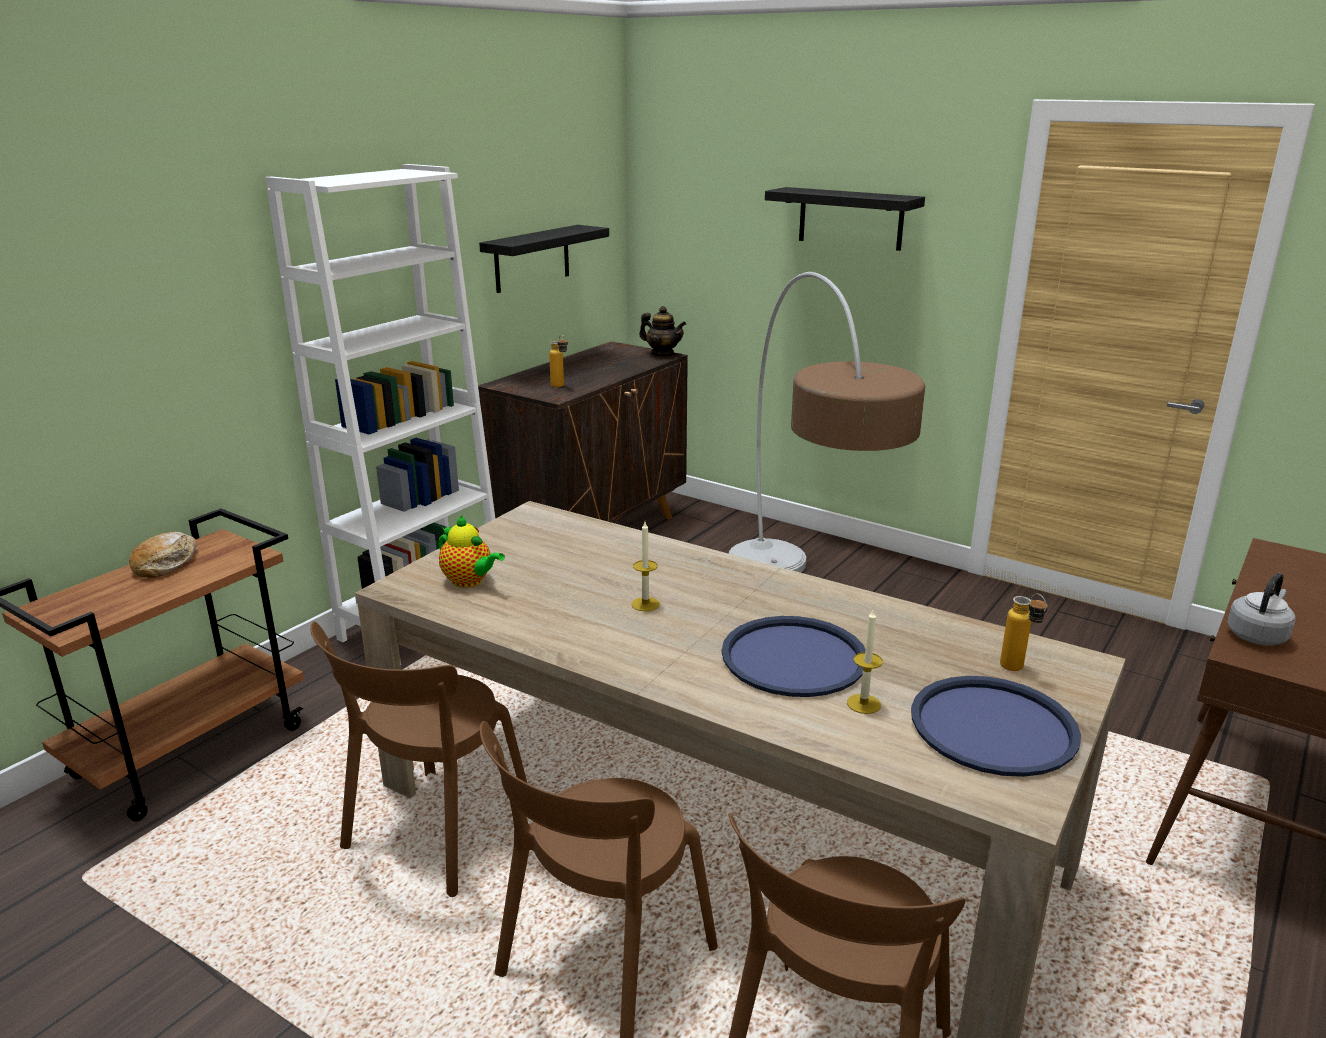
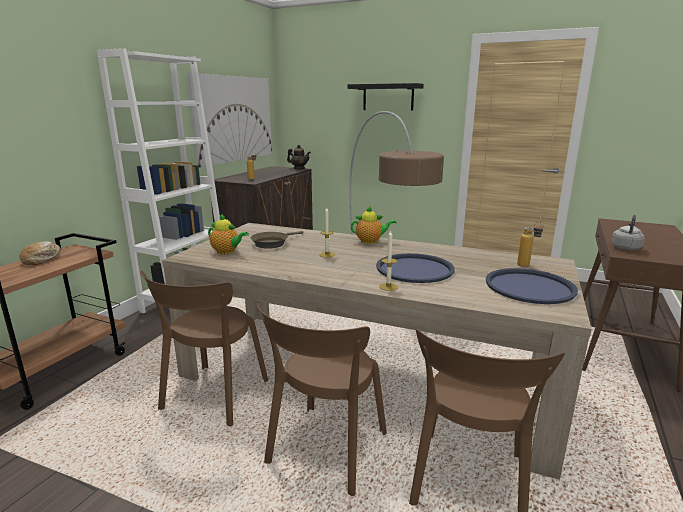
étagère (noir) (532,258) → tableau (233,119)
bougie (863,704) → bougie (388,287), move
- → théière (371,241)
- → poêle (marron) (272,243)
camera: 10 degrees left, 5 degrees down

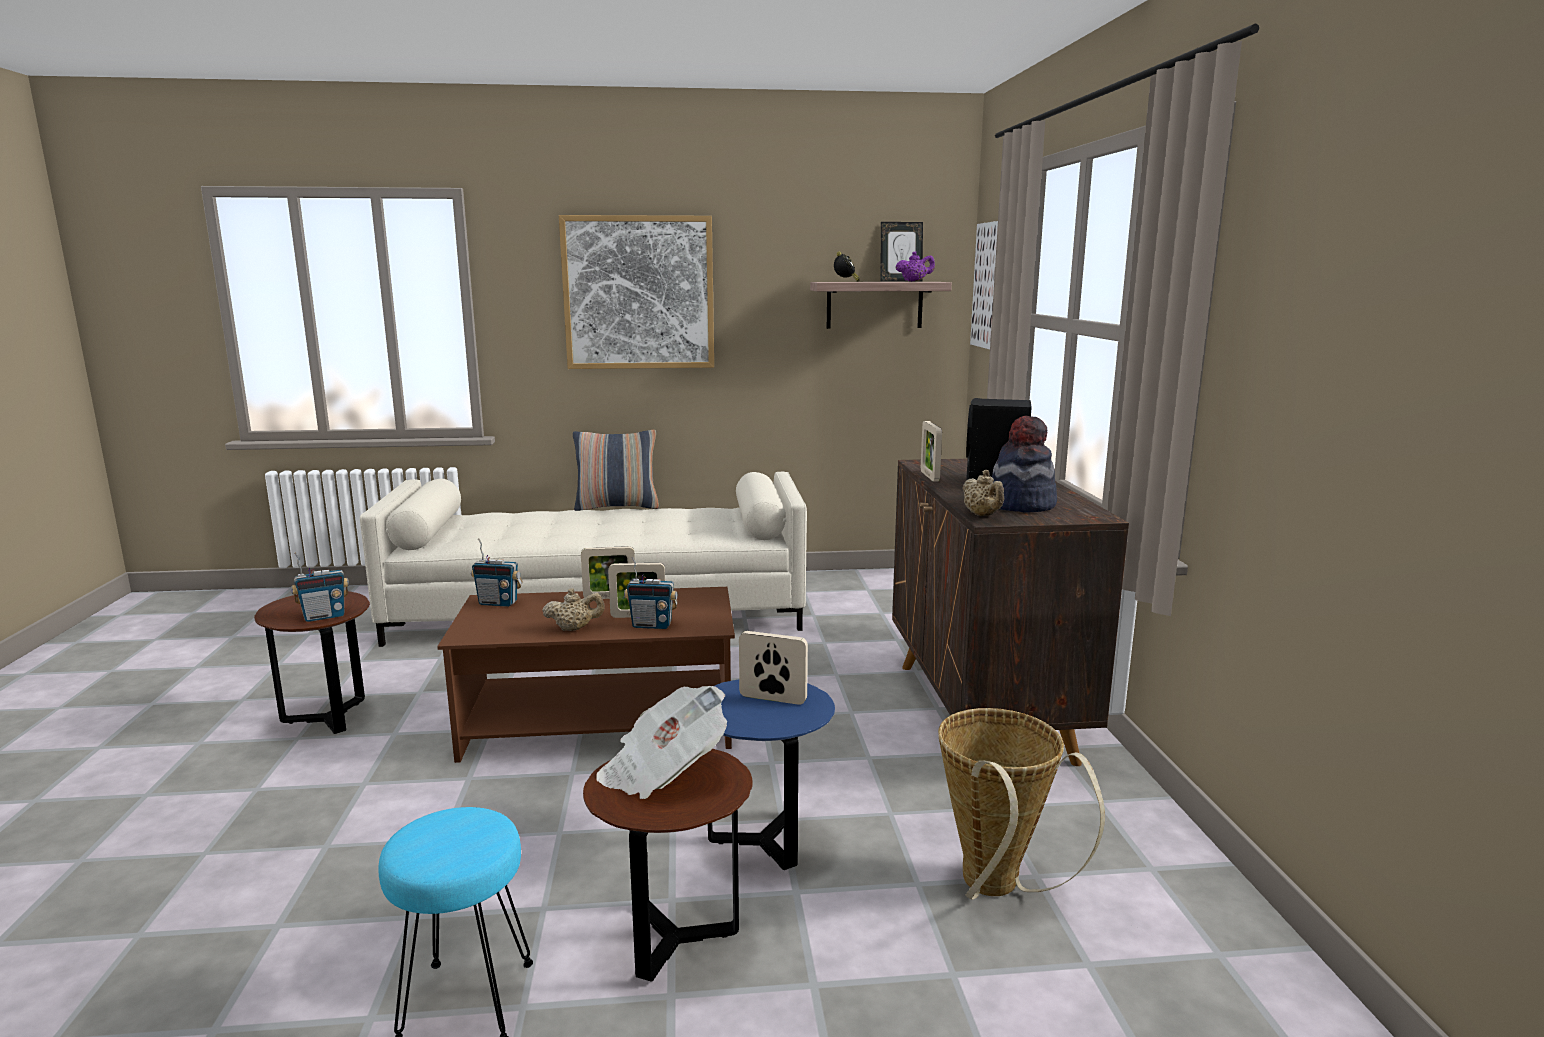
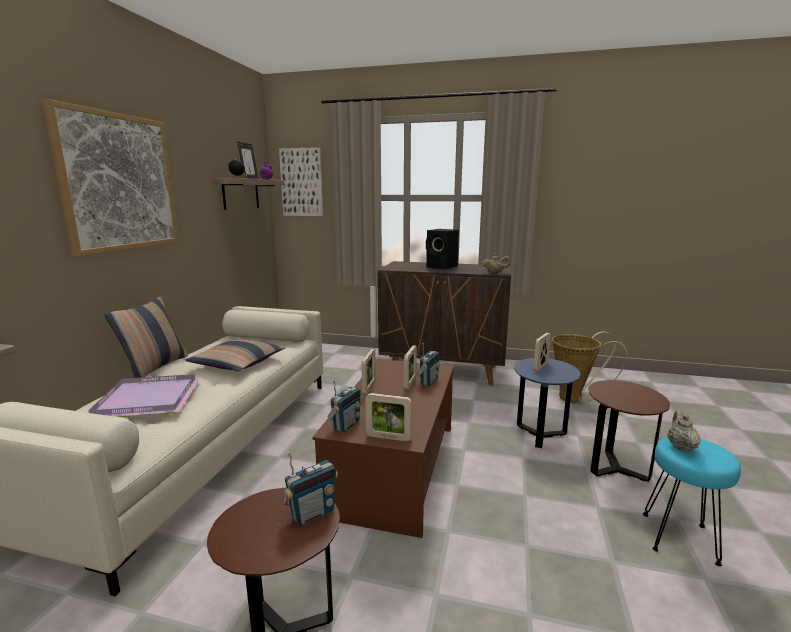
chapeau (1020,505) → -
cadre photo (929,476) → cadre photo (388,437), move
radio (324,616) → radio (312,513), 60 degrees clockwise
théière (beige) (574,628) → théière (beige) (680,446), move
journal (663,771) → -
- → coussin (238,363)
- → plateau (violet) (146,399)
camera: 70 degrees left, 0 degrees up

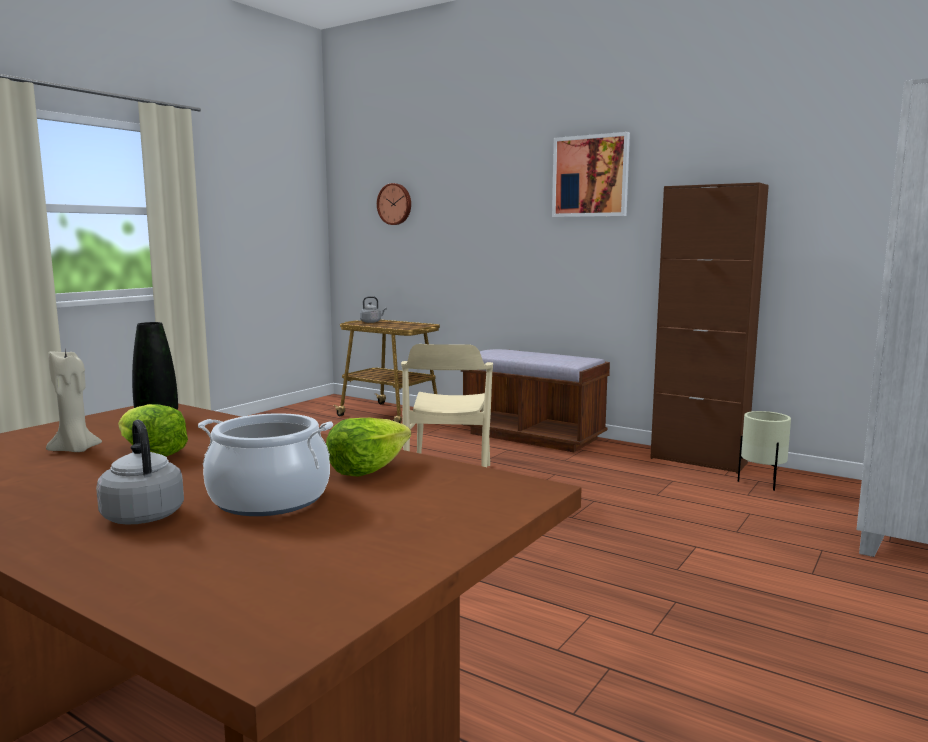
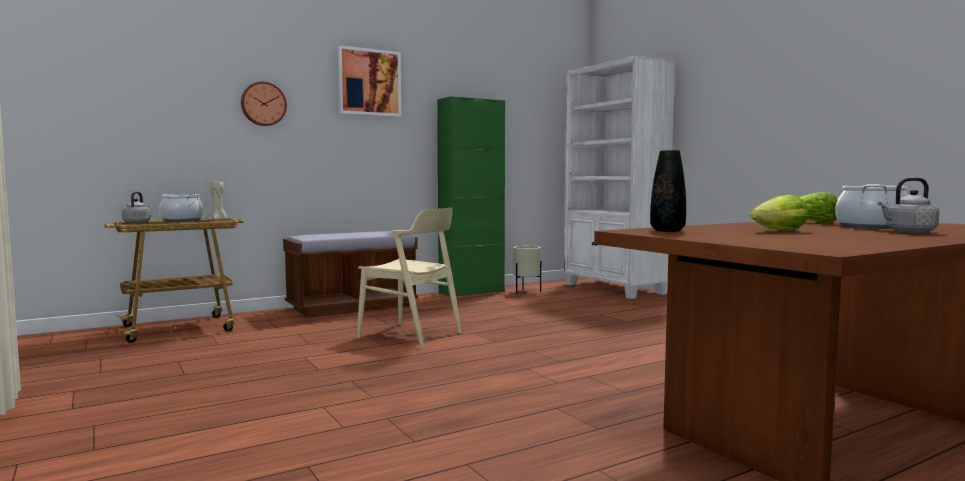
meuble de rangement (marron) (698,461) → meuble de rangement (vert) (471,292)
horloge murale (395,204) → horloge murale (263,104), move
bougie (beige) (75,450) → bougie (beige) (218,220), move
- → marmite (182,220)
camera: 65 degrees left, 5 degrees down

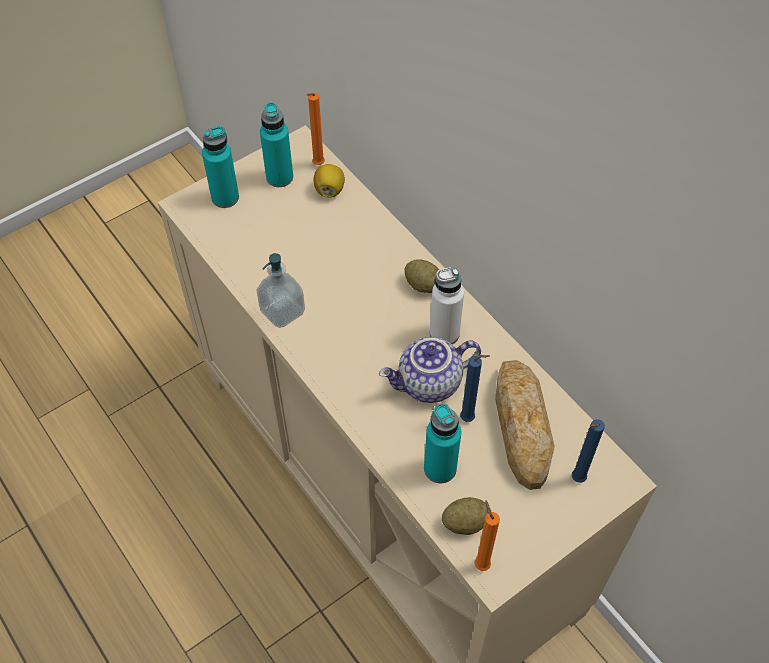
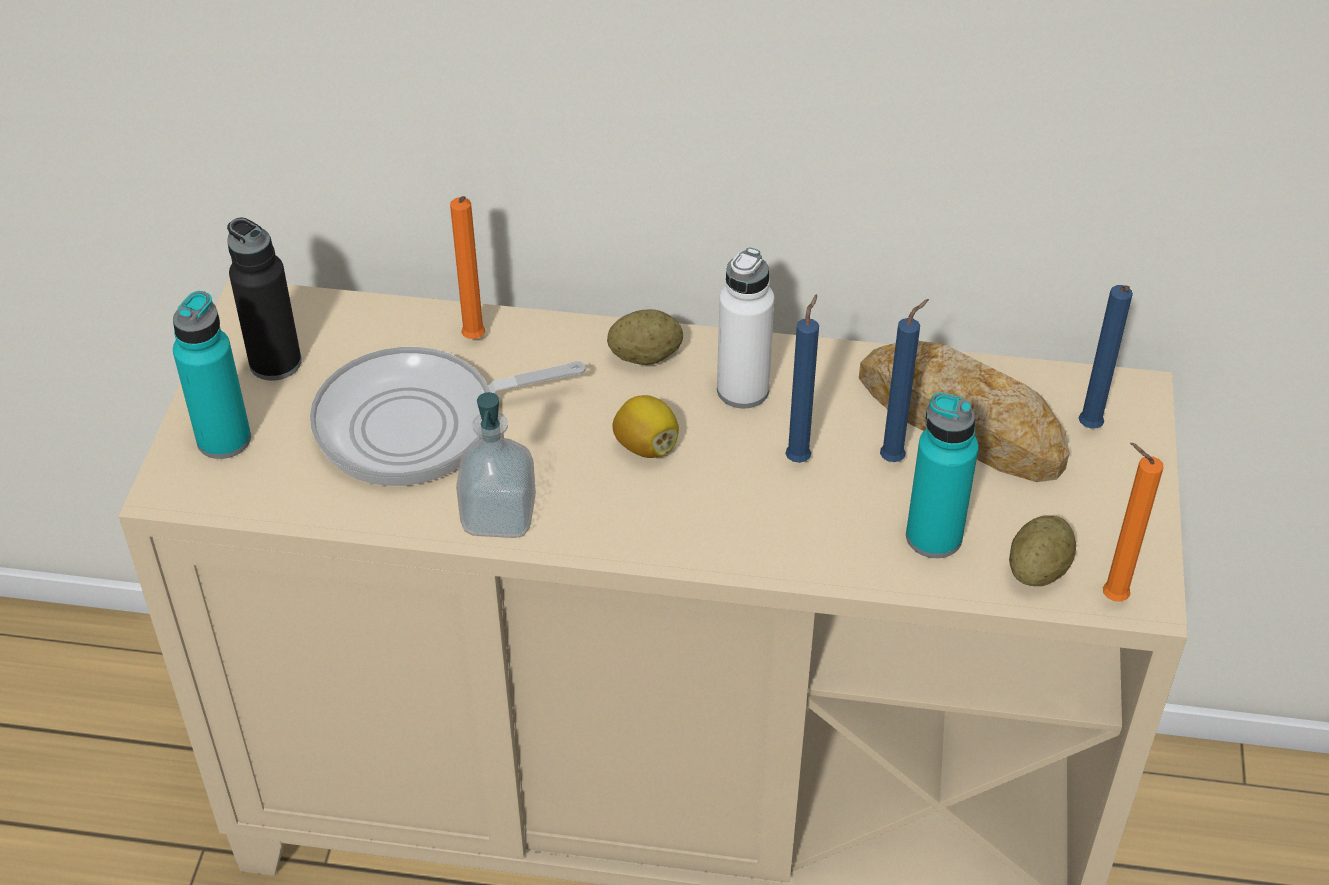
bougie (orange) (317,165) → bougie (orange) (474,341), move
bouteille (turquoise) (279,177) → bouteille (noir) (275,363)
citron (329,190) → citron (646,446), move
théière (429,384) → bougie (bleu) (799,458)
- → poêle (418,424)
camera: 45 degrees left, 10 degrees down

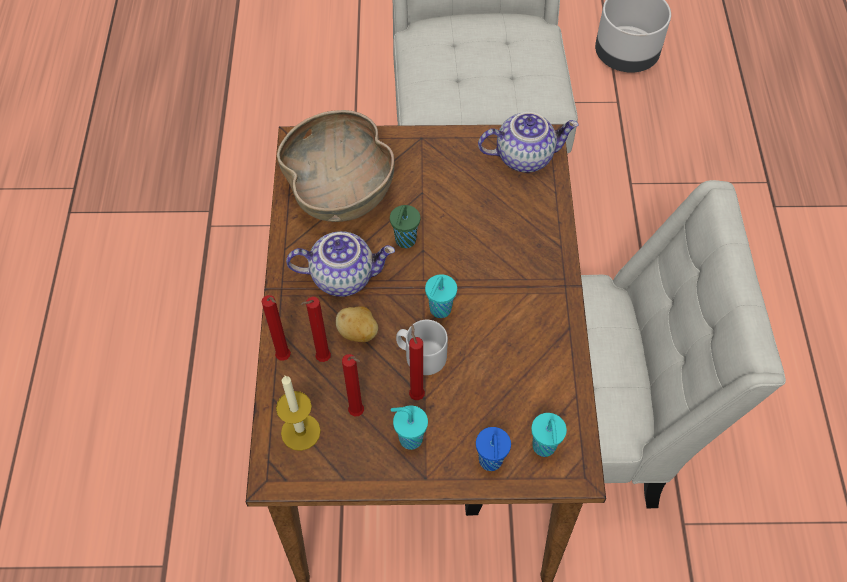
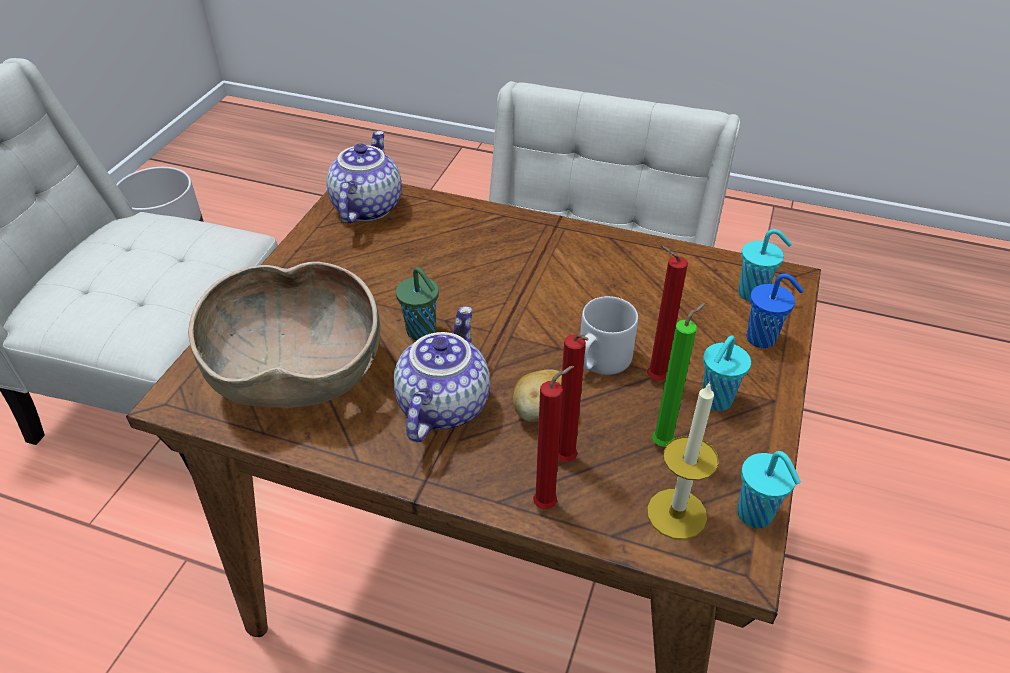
tasse (turquoise) (439,310) → tasse (turquoise) (756,516), move
bougie (rouge) (358,413) → bougie (vert) (665,442)
camera: 70 degrees left, 15 degrees down

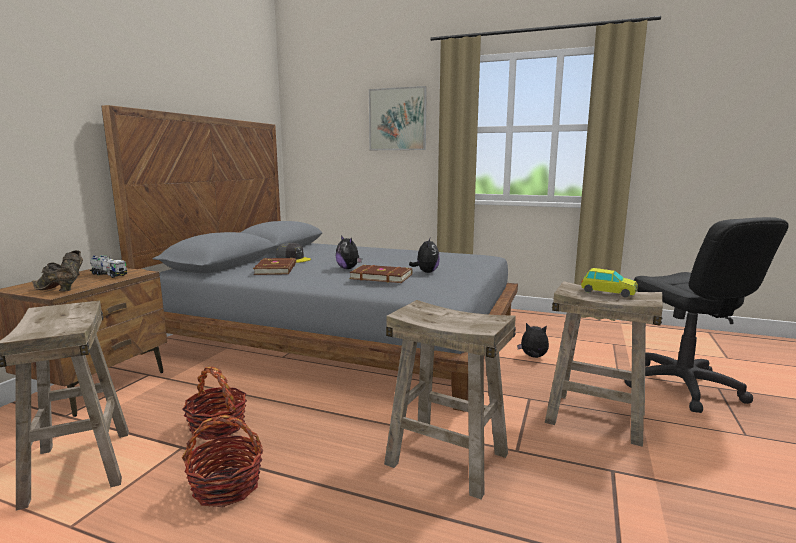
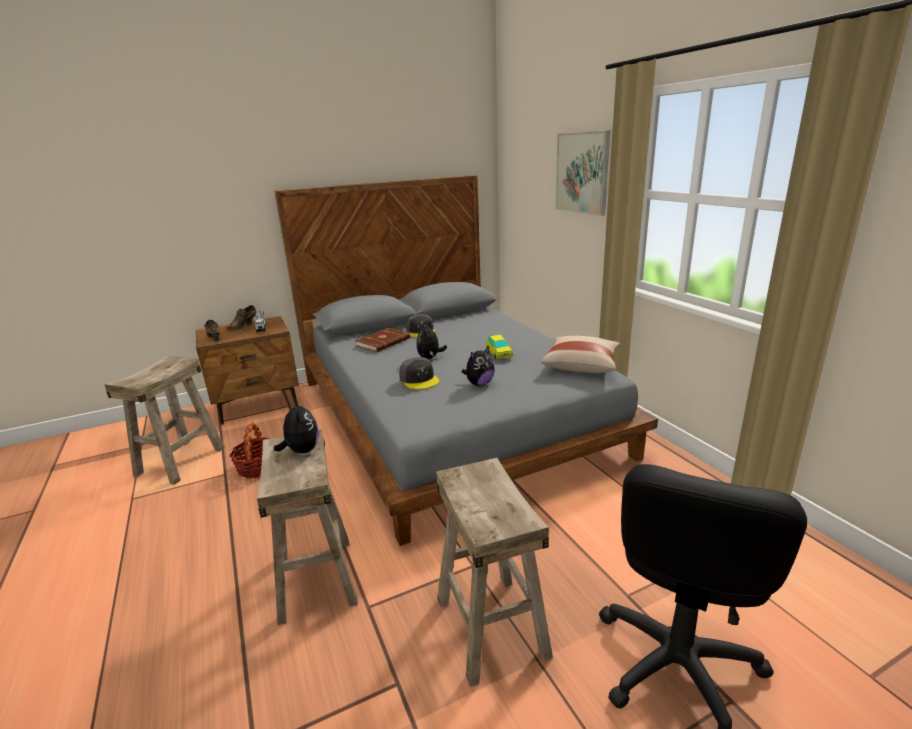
livre (marron) (381,276) → casquette (gris) (419,379)
petite voiture (608,292) → petite voiture (499,354), move
peluche (533,357) → peluche (301,451), move
panier (226,486) → -
- → coussin (beige) (581,366)
camera: 45 degrees right, 10 degrees up

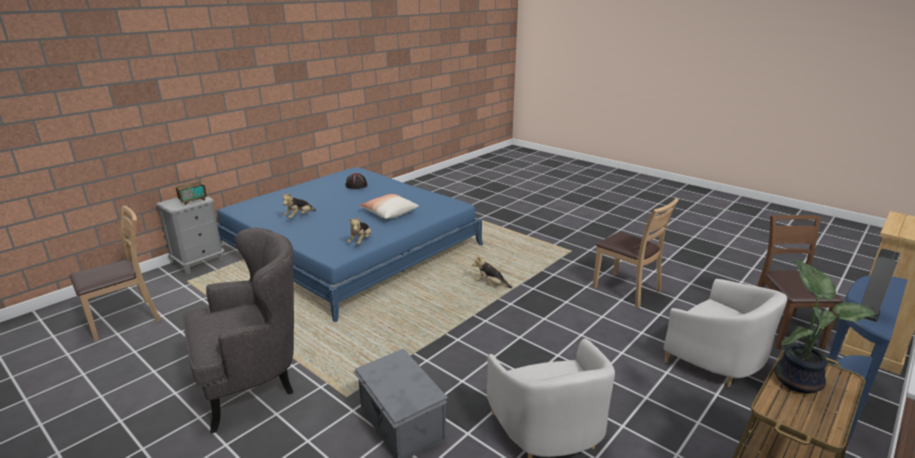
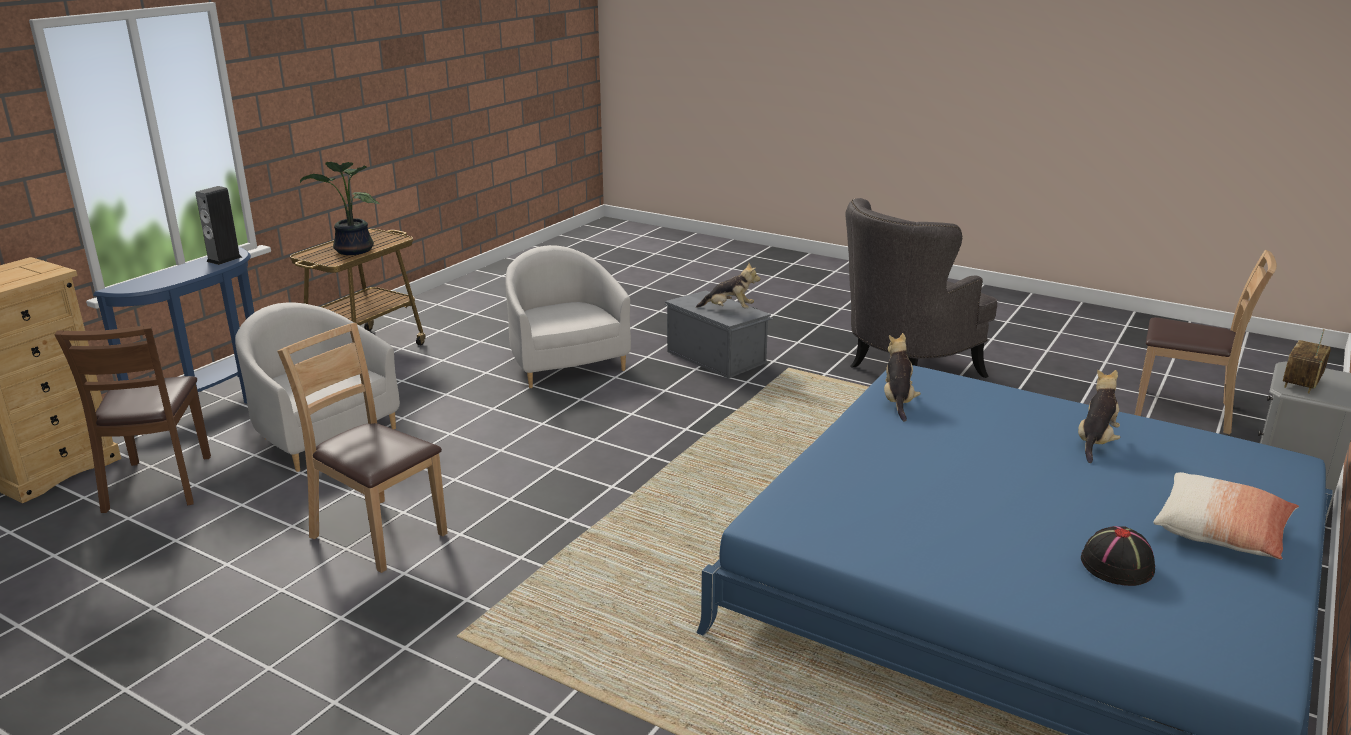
coussin (389,213) → coussin (1221,533), move
chaise (marron) (125,320) → chaise (marron) (1184,411), 105 degrees counterclockwise
peluche (491,284) → peluche (729,309), move
camera: 170 degrees right, 0 degrees up

